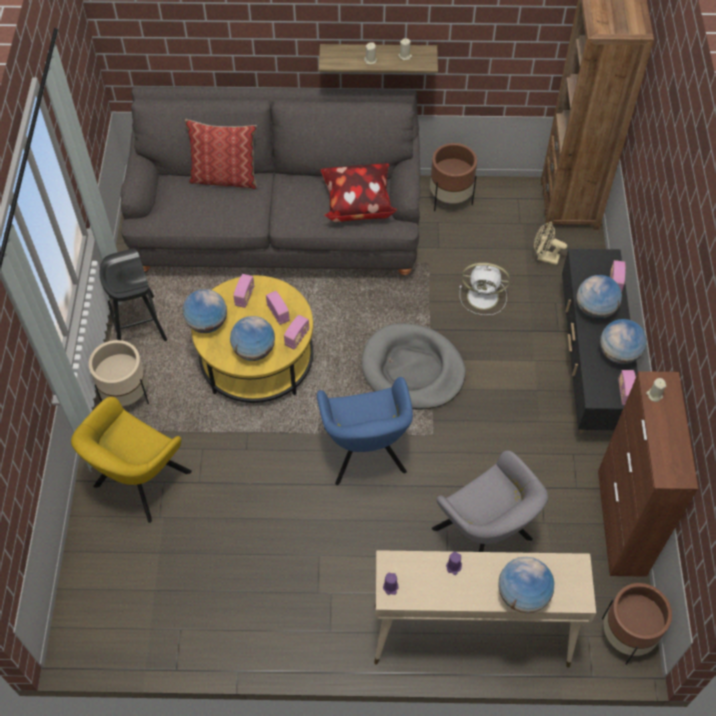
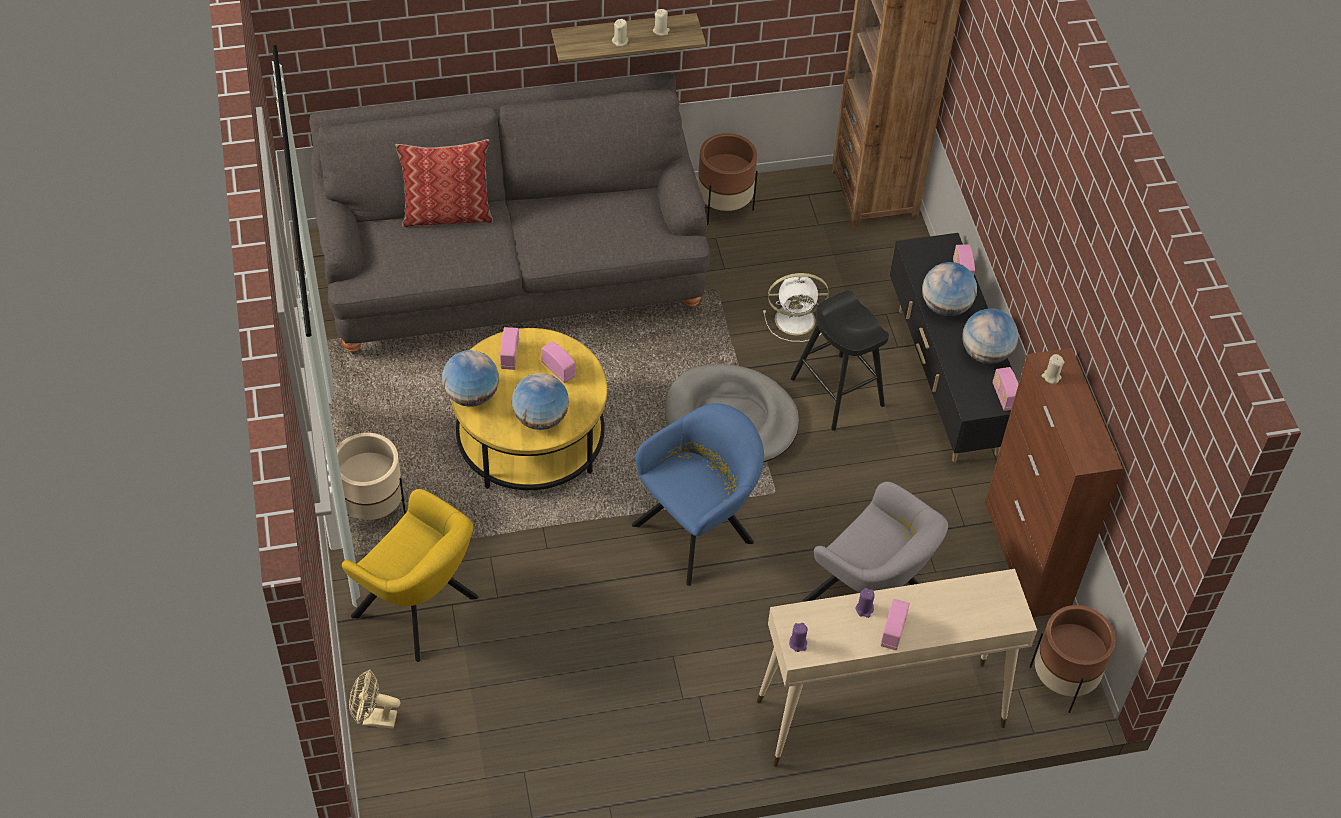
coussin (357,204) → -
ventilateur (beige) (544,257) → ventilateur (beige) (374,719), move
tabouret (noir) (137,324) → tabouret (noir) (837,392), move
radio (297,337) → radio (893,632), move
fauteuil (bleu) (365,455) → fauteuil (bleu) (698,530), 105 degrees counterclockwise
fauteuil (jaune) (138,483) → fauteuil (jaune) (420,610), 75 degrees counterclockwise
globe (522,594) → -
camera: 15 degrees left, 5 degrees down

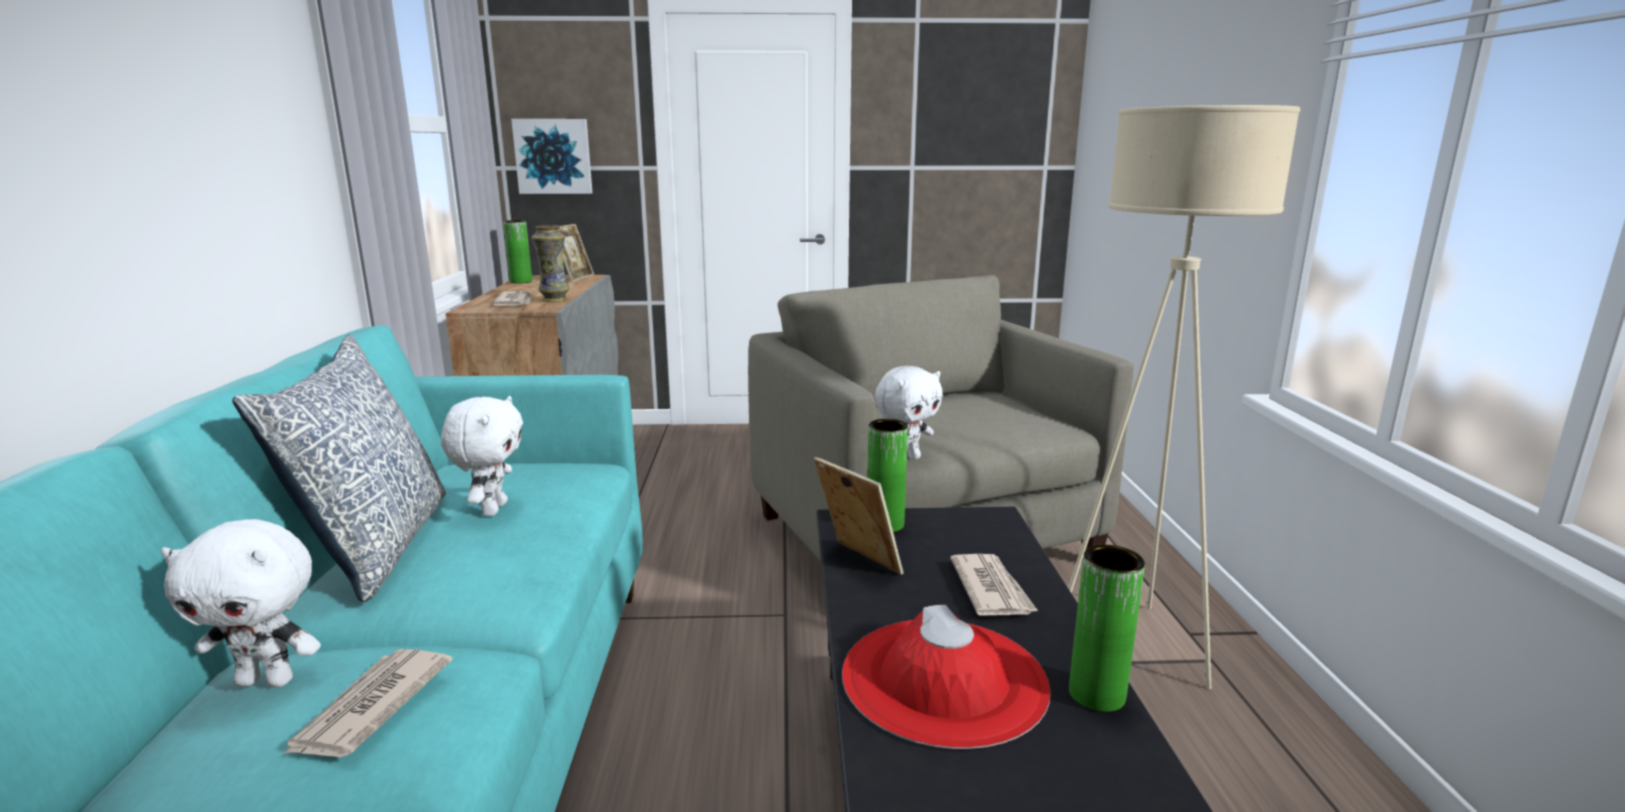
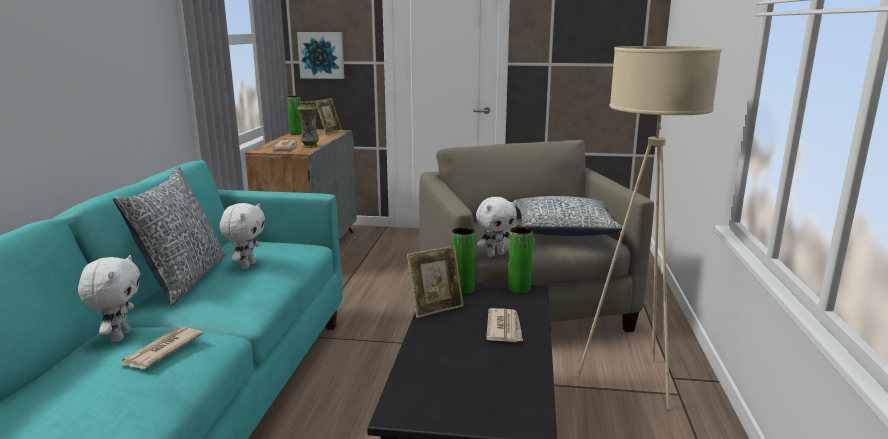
cadre photo (857,562) → cadre photo (436,308), 90 degrees clockwise
peluche (blanc) (268,680) → peluche (blanc) (119,336), 105 degrees counterclockwise
vase (vert) (1096,695) → vase (vert) (519,289), move
chapeau (rouge) (944,680) → -
- → coussin (563,230)
camera: 10 degrees right, 0 degrees up

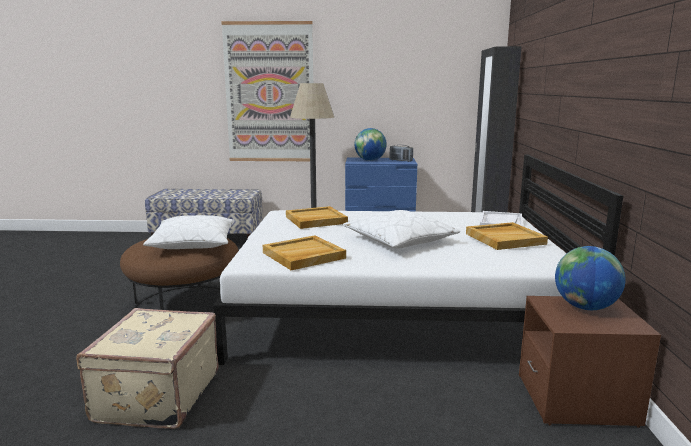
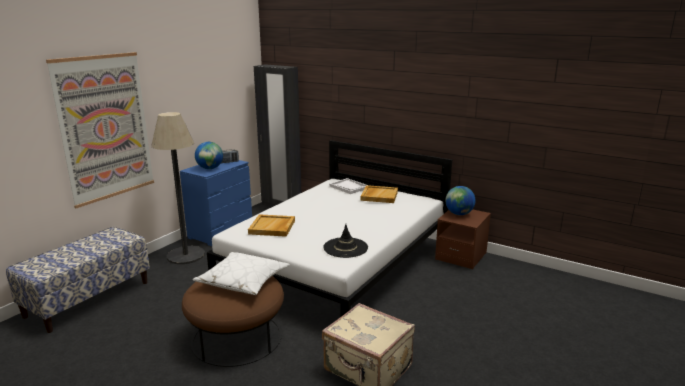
coussin (blanc) (399,240) → -
plateau (beige) (303,255) → chapeau (noir) (345,248)
camera: 60 degrees left, 5 degrees up

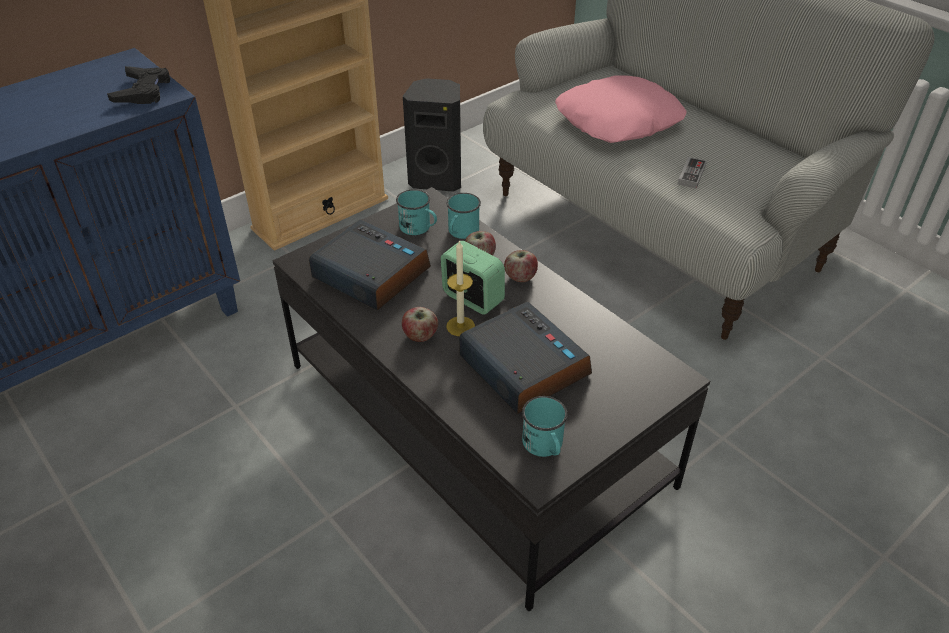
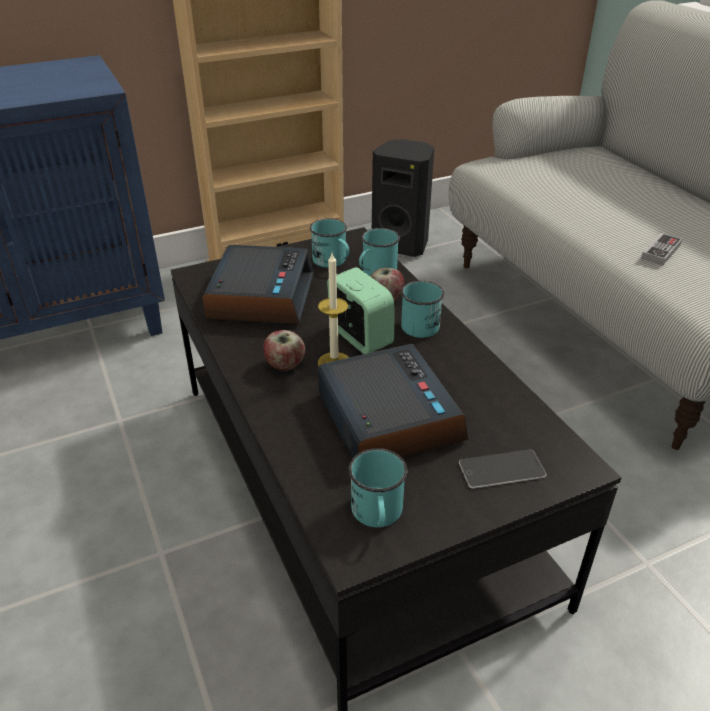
manette (noir) (143,91) → -
coussin (rose) (619,121) → -
réveil (369,274) → réveil (260,296), 45 degrees clockwise
pomme (520,277) → mug (turquoise) (423,323)
- → téléphone (502,469)
camera: 15 degrees right, 5 degrees down

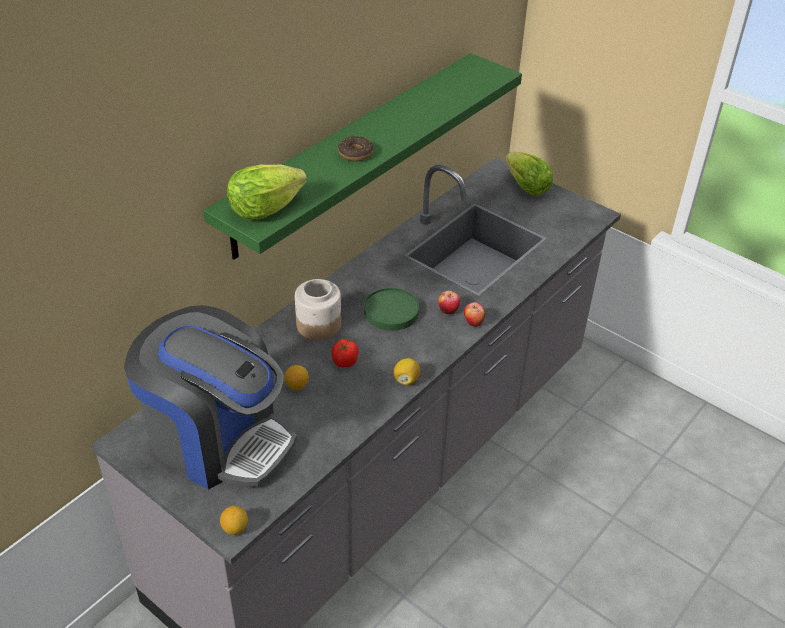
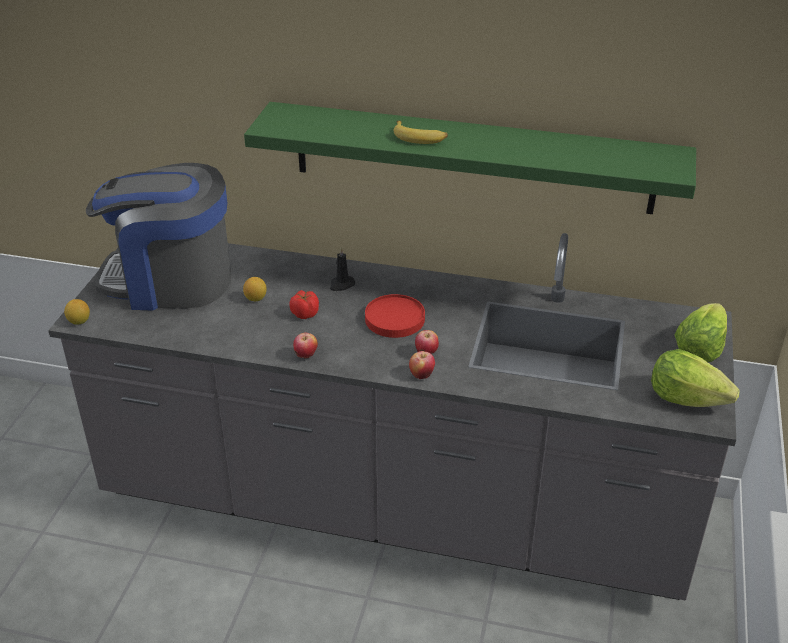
beignet (355,153) → banane (419,137)
laitue (264,209) → laitue (686,398), move
bocal (318,325) → bougie (noir) (341,285)
assiette (vert) (391,312) → assiette (rouge) (395,319)
machine à café (218,438) → machine à café (170,281), 90 degrees clockwise
citron (406,380) → pomme (306,356)
camera: 65 degrees right, 5 degrees down

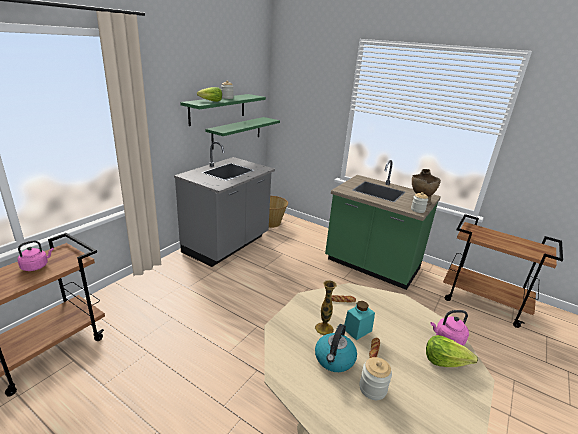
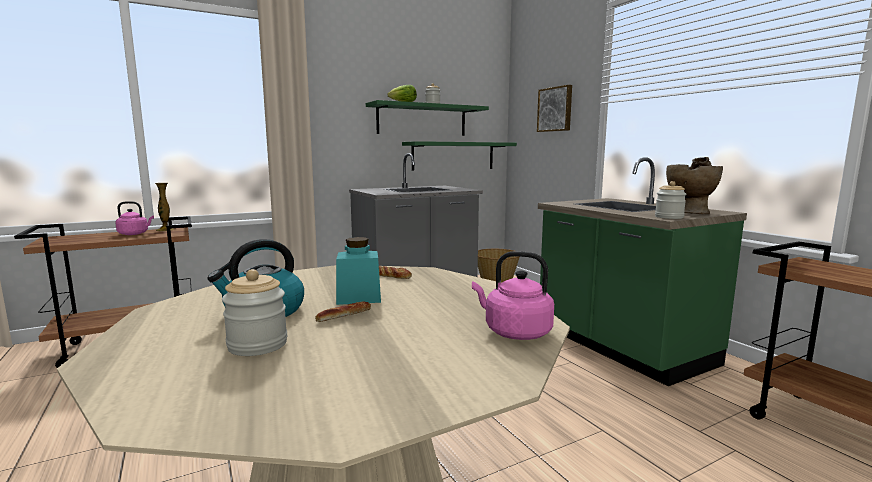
vase (324,329) → vase (165,230), move
laitue (445,361) → -
- → tableau (555,109)
camera: 30 degrees right, 15 degrees down

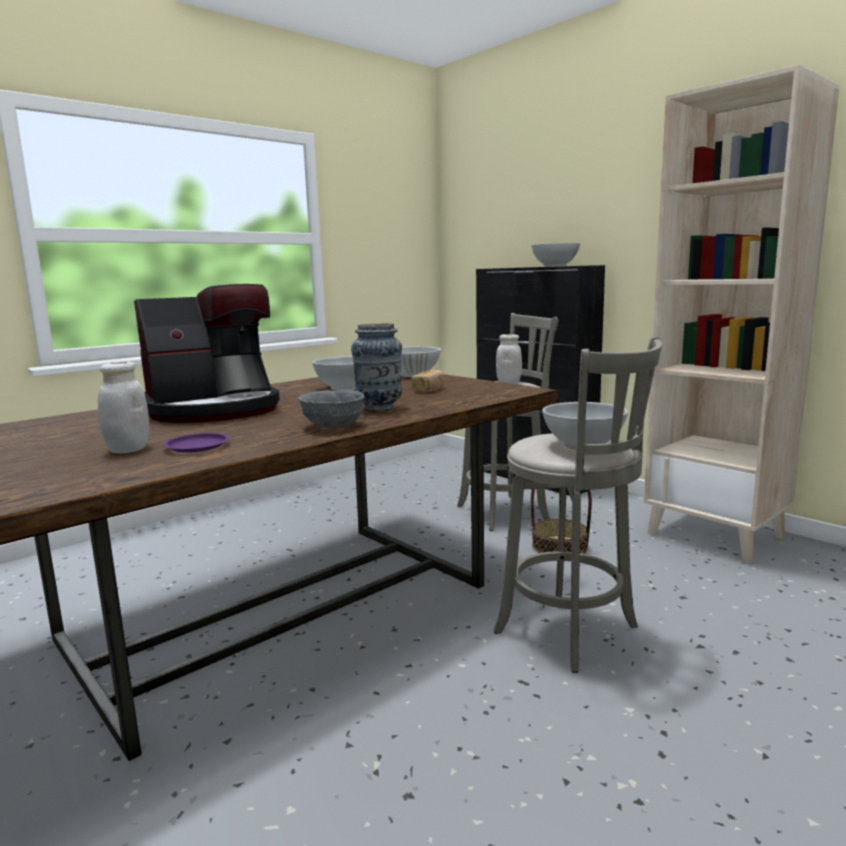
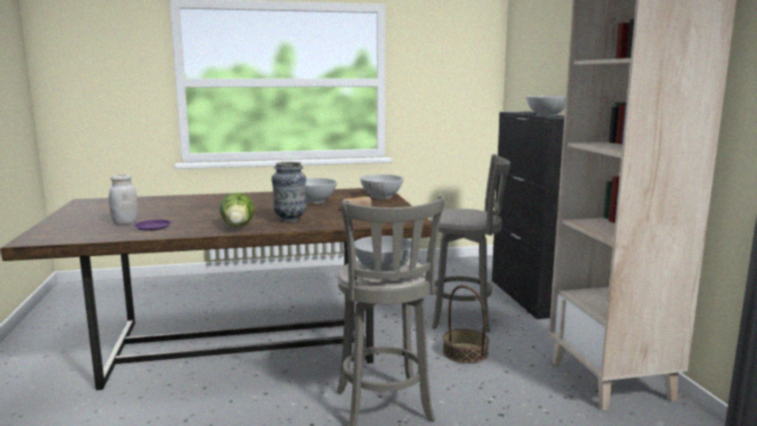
machine à café (214,409) → -
bocal (blanc) (508,382) → -
bol (gris) (333,426) → laitue (238,227)
camera: 30 degrees right, 0 degrees up

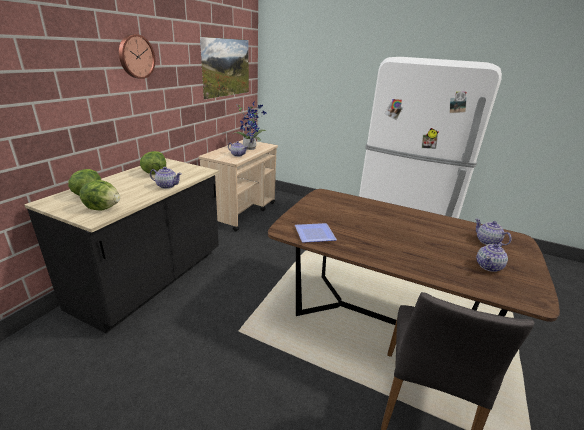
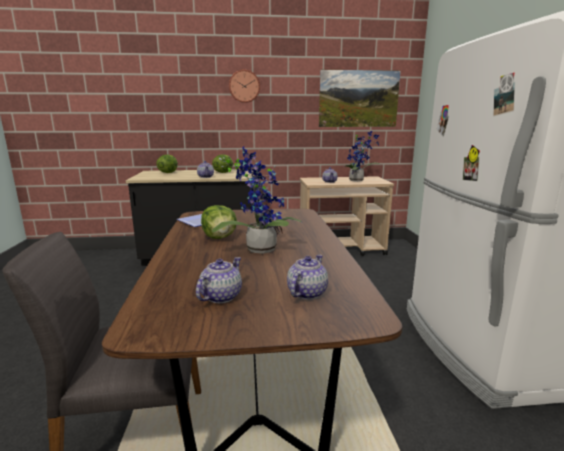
laitue (103,208) → laitue (220,237), move
théière (489,266) → théière (220,297), 105 degrees clockwise
- → plante en pot (259,248)
camera: 60 degrees right, 10 degrees down

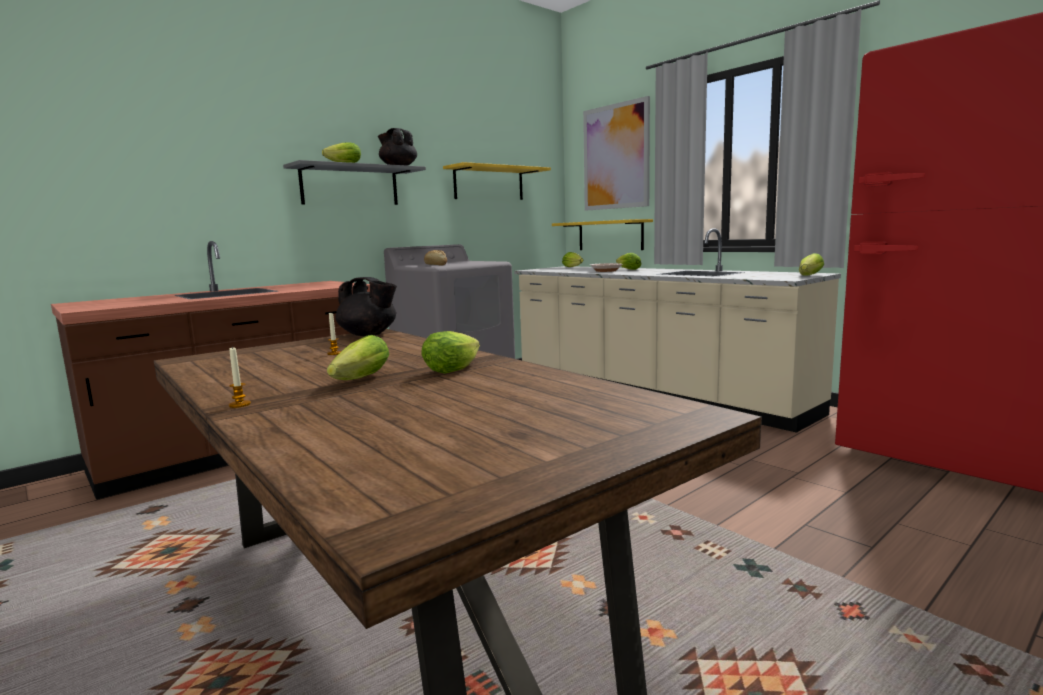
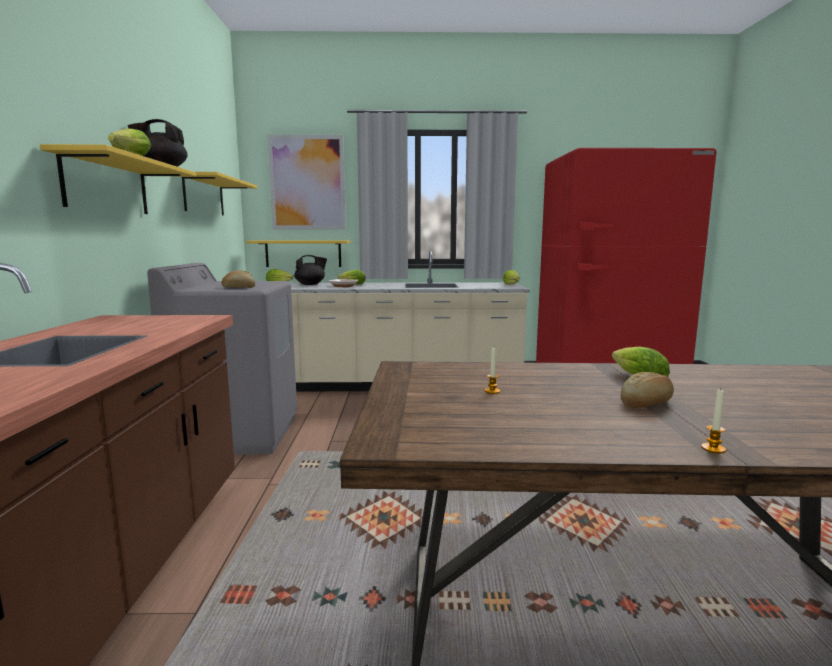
étagère (gris) (350,186) → étagère (jaune) (107,186)
théière (noir) (369,334) → théière (noir) (310,284), move
laitue (358,380) → pain (647,403)
camera: 50 degrees left, 0 degrees up

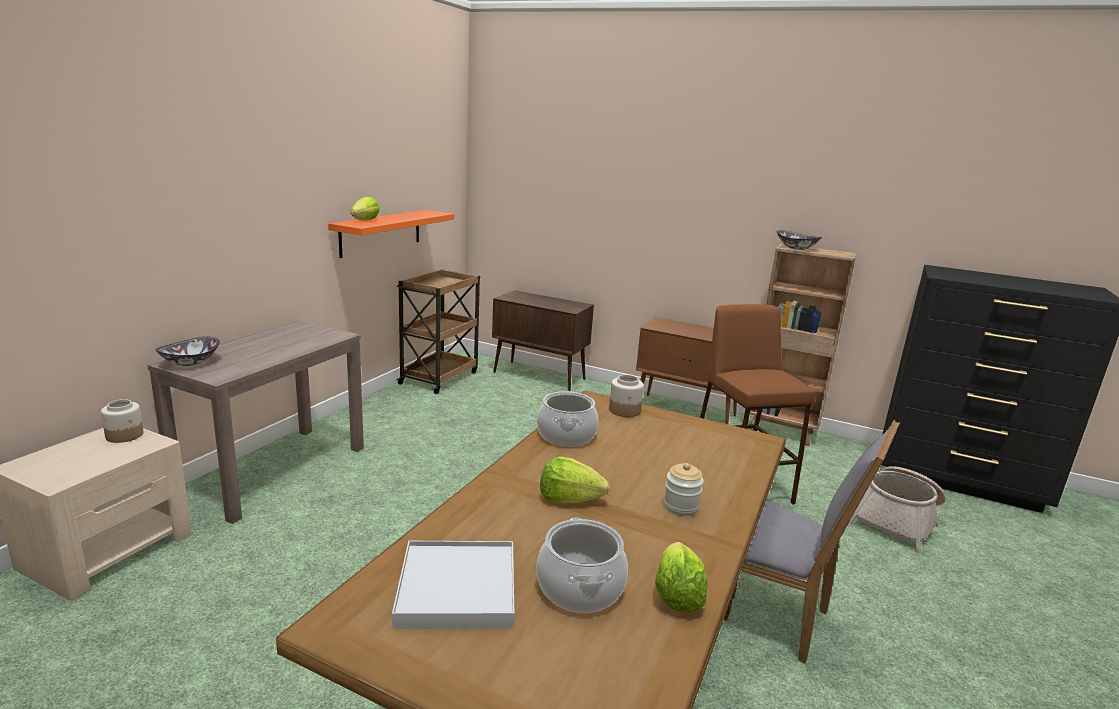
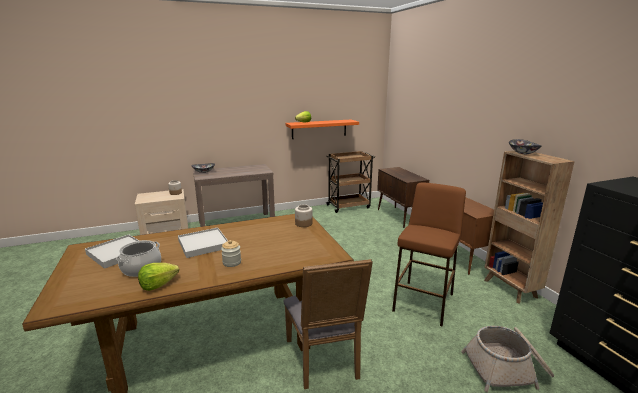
marmite (566,435) → -
laitue (569,499) → plateau (blanc) (203,244)
camera: 45 degrees right, 0 degrees up

